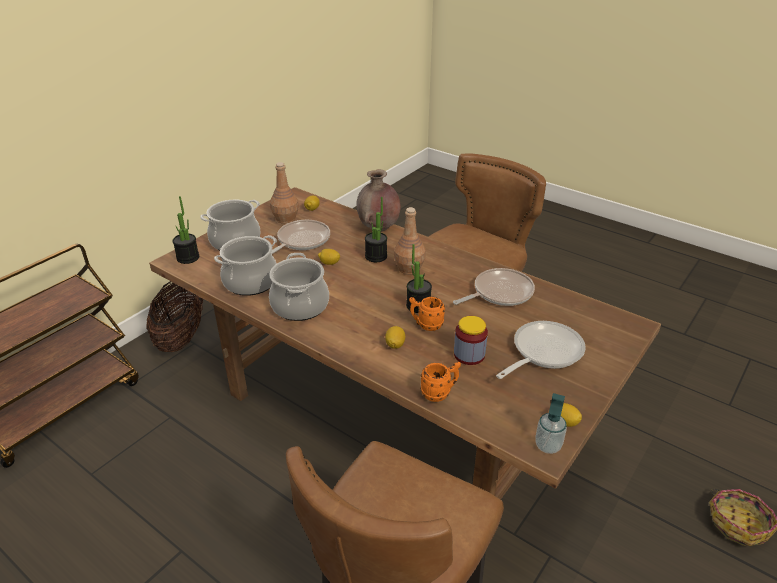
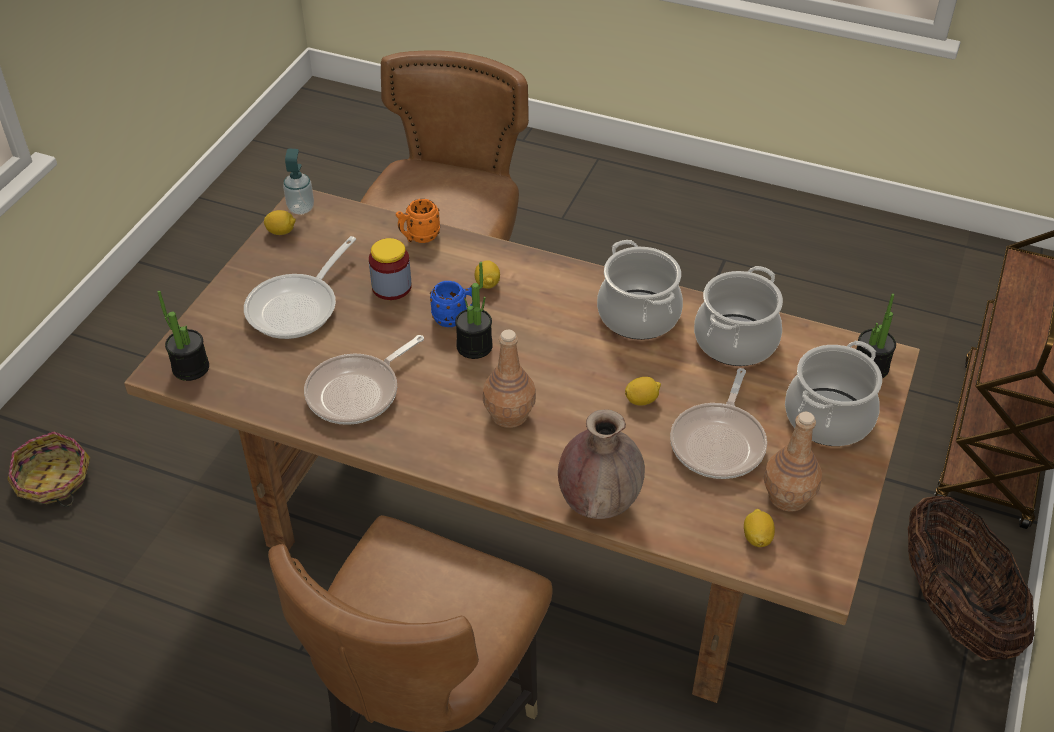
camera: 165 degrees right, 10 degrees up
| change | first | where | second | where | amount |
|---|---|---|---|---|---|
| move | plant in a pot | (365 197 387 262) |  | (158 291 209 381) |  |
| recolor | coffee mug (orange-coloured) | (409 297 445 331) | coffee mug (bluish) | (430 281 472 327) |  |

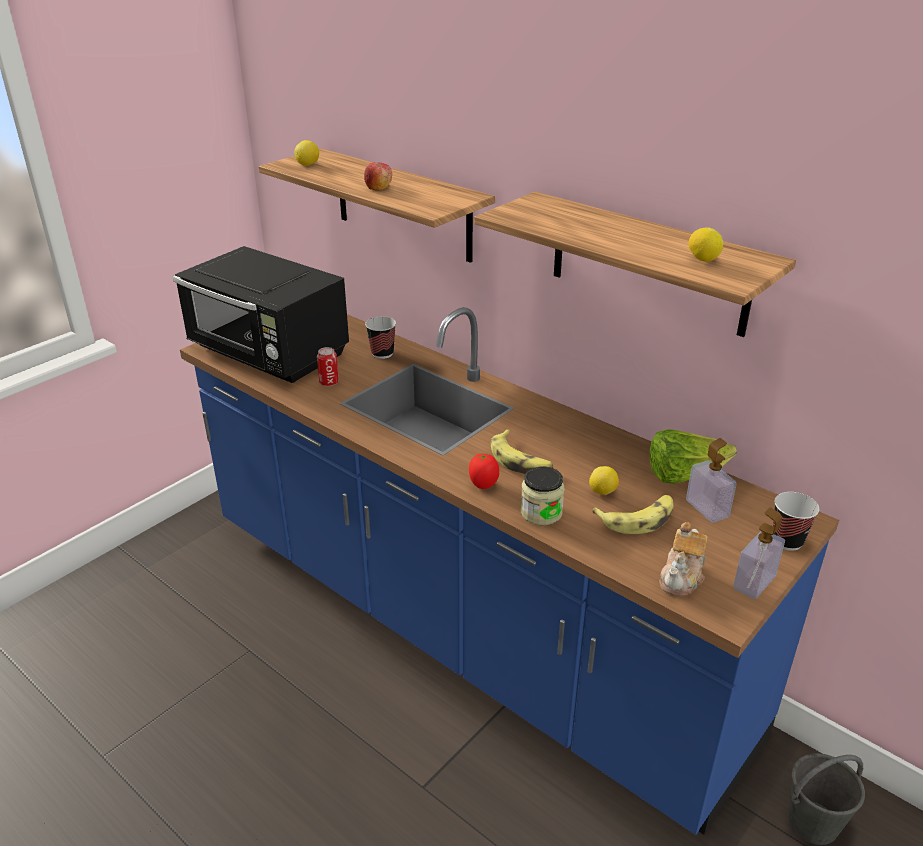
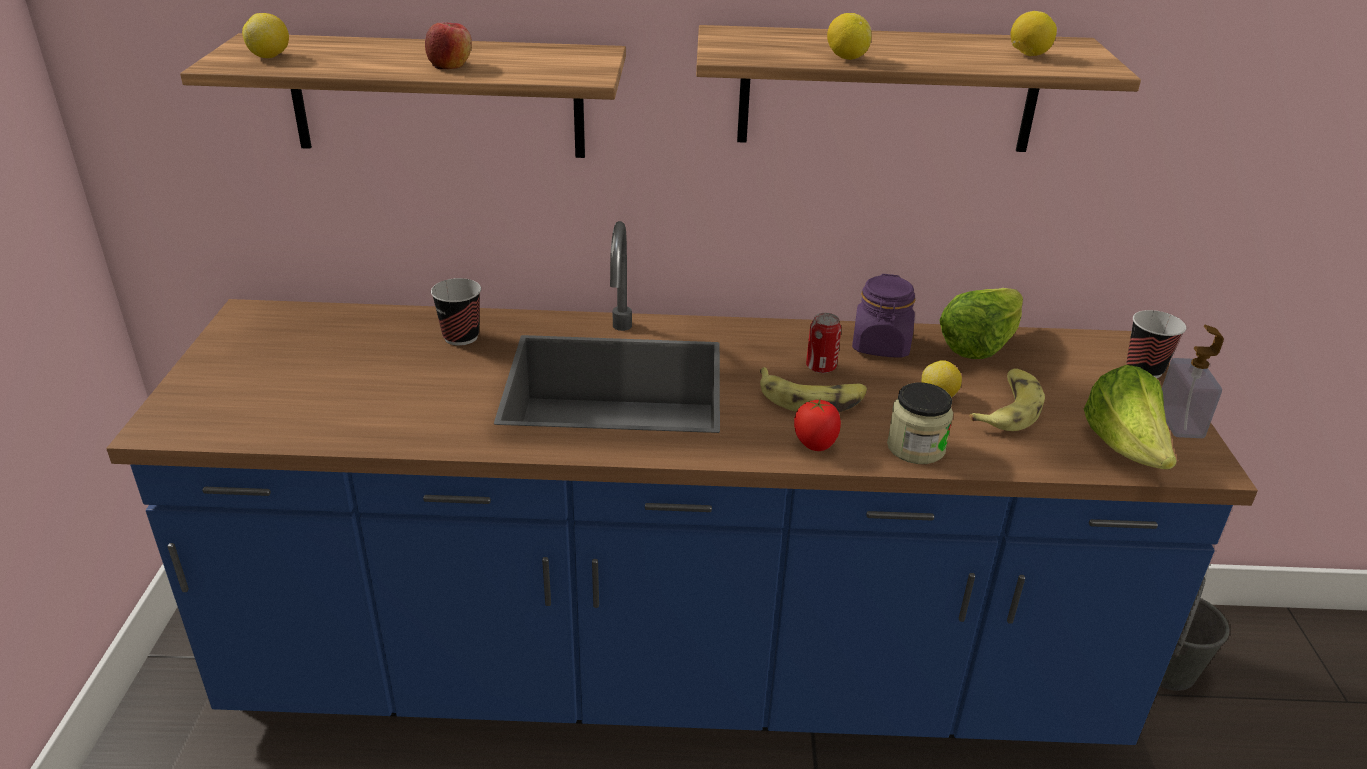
camera: 40 degrees left, 0 degrees up
| change | first | where | second | where | amount |
|---|---|---|---|---|---|
| delete | microwave (blackish) | (173 246 349 383) |  |  |  |
| delete | liquid soap bottle | (686 438 737 523) |  |  |  |
| insert |  |  | citrus fruit | (827 13 871 60) |  |
| insert |  |  | jar (purple) | (852 274 915 358) |  |
| move | sealed can | (317 347 339 386) |  | (806 313 841 373) |  |
| replace | pot for tea | (659 522 708 597) | lettuce head | (1084 365 1177 469) |  |

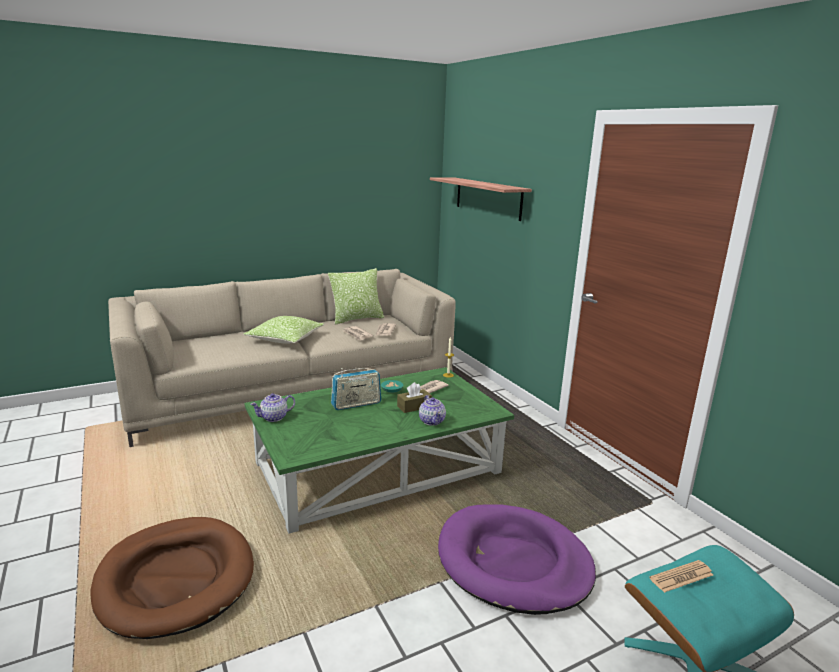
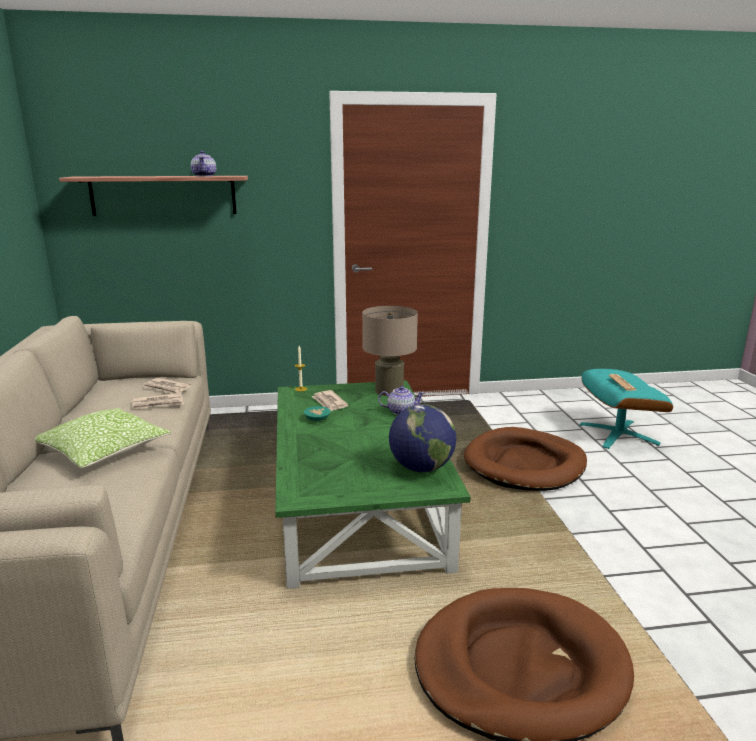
camera: 70 degrees left, 0 degrees up
| change | first | where | second | where | amount |
|---|---|---|---|---|---|
| delete | pillow | (328 268 384 325) |  |  |  |
| delete | radio | (331 368 381 410) |  |  |  |
| delete | tissue holder (brown) | (397 382 432 413) |  |  |  |
| insert |  |  | lamp for a table (beige-coloured) | (362 306 418 396) |  |
| insert |  |  | globe | (389 404 456 472) |  |
| move | pot for tea | (250 393 295 422) |  | (191 151 216 177) |  |
| recolor | pet bed (purple) | (438 504 596 615) | pet bed (brown) | (464 427 587 491) |  |

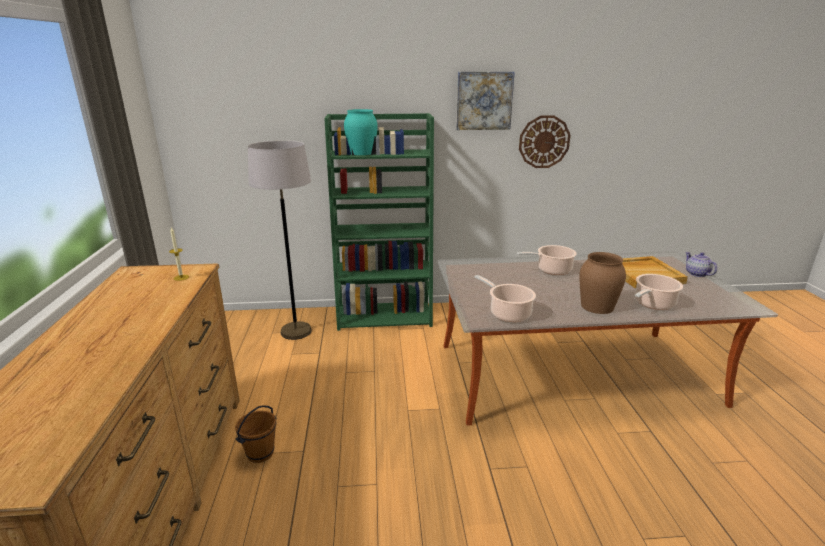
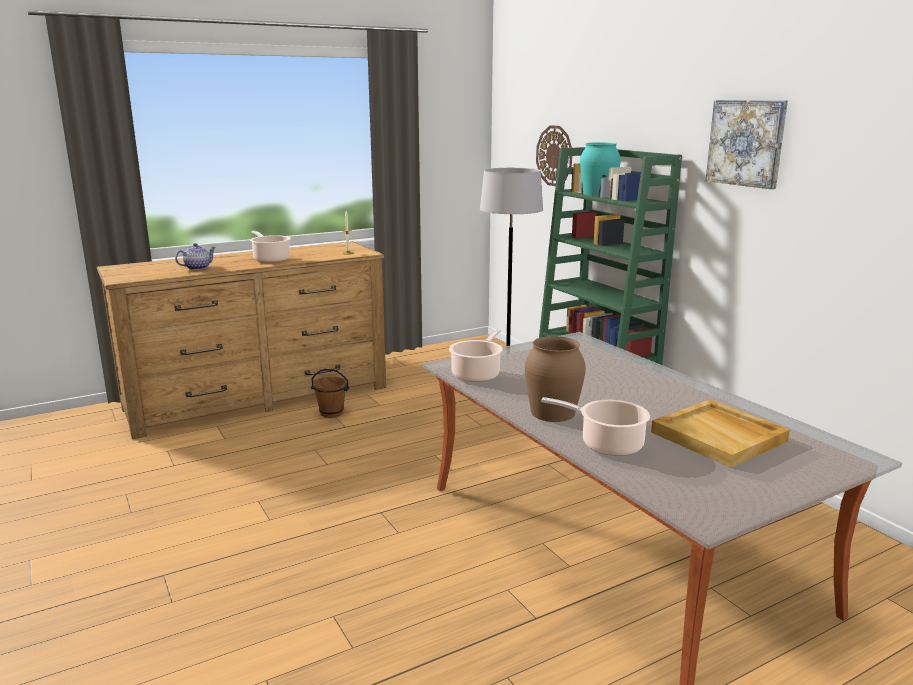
camera: 65 degrees right, 5 degrees down
| change | first | where | second | where | amount |
|---|---|---|---|---|---|
| move | saucepot | (517 245 577 275) |  | (250 231 291 263) |  |
| move | clock on the wall | (519 115 571 168) |  | (536 125 572 186) |  |
| move | pot for tea | (685 252 717 277) |  | (175 243 216 270) |  |

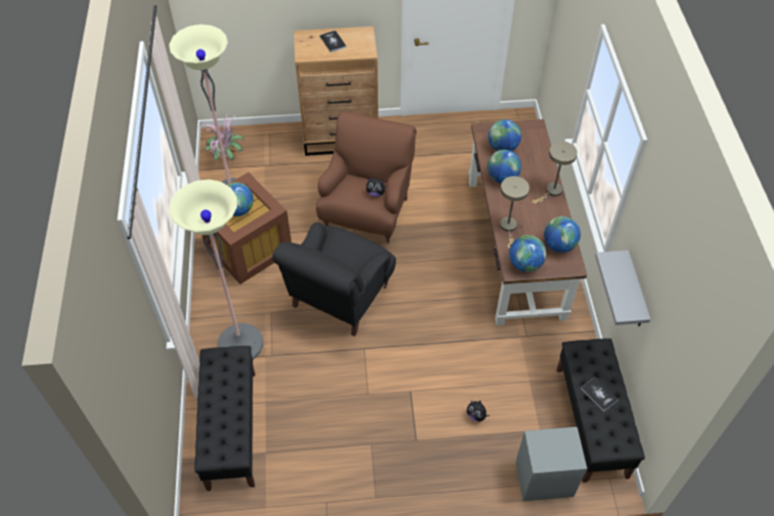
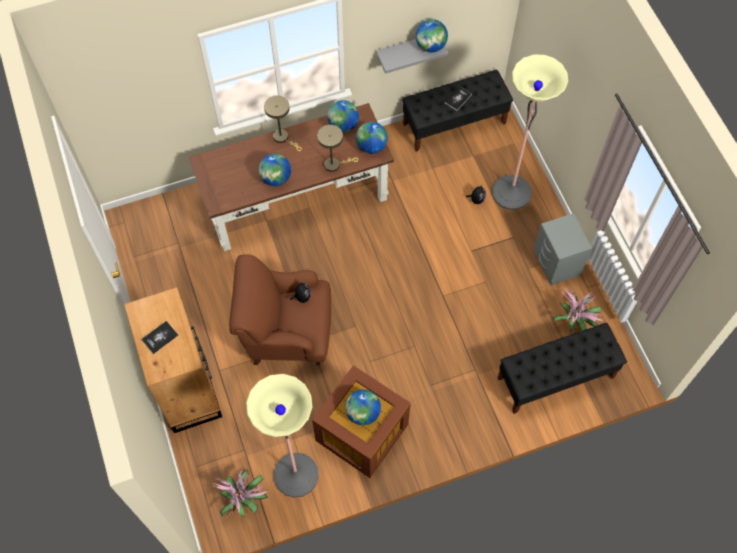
camera: 105 degrees left, 10 degrees up
| change | first | where | second | where | amount |
|---|---|---|---|---|---|
| delete | armchair (blackish) | (272 222 396 336) |  |  |  |
| insert |  |  | plant in a pot | (553 288 603 334) |  |
| move | standing lamp | (169 179 263 359) |  | (492 55 568 210) |  |
| move | globe | (488 120 521 151) |  | (416 19 448 53) |  |
| move | night table (gray) | (516 427 587 501) |  | (534 213 592 285) |  |

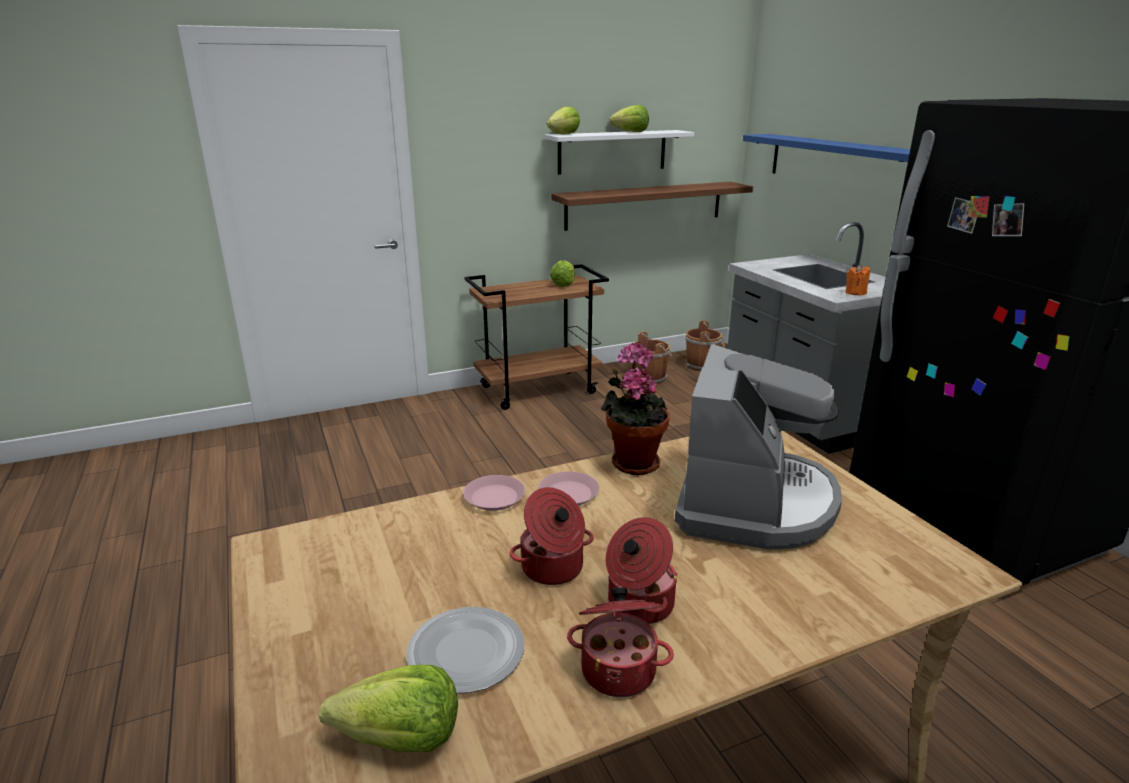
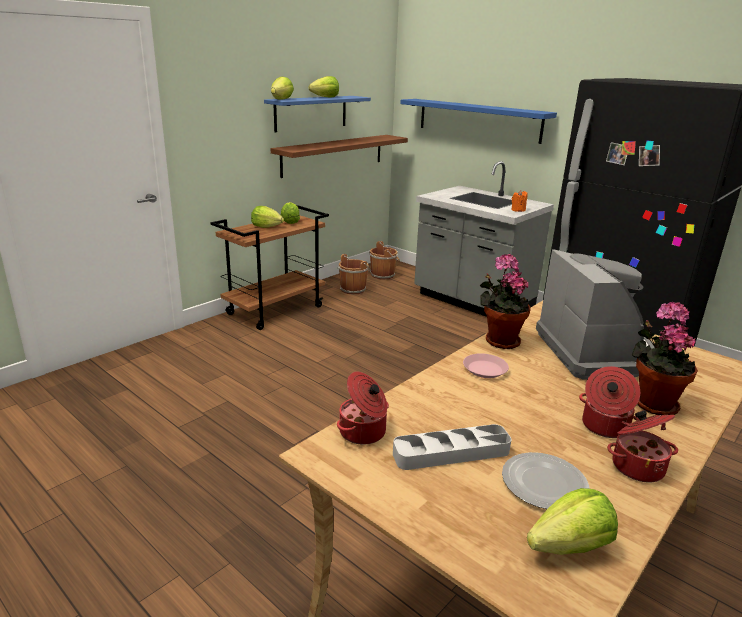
camera: 25 degrees left, 0 degrees up
| change | first | where | second | where | amount |
|---|---|---|---|---|---|
| delete | plate (pink-coloured) | (463 475 525 511) |  |  |  |
| insert |  |  | lettuce head | (251 206 284 228) |  |
| insert |  |  | carrying tray (gray) | (393 424 511 470) |  |
| insert |  |  | plant in a pot | (632 302 698 415) |  |
| move | saucepot | (510 487 594 585) |  | (337 372 389 445) |  |
| recolor | wall shelf (white-coloured) | (544 130 695 175) | wall shelf (bluish) | (264 96 371 132) |  |

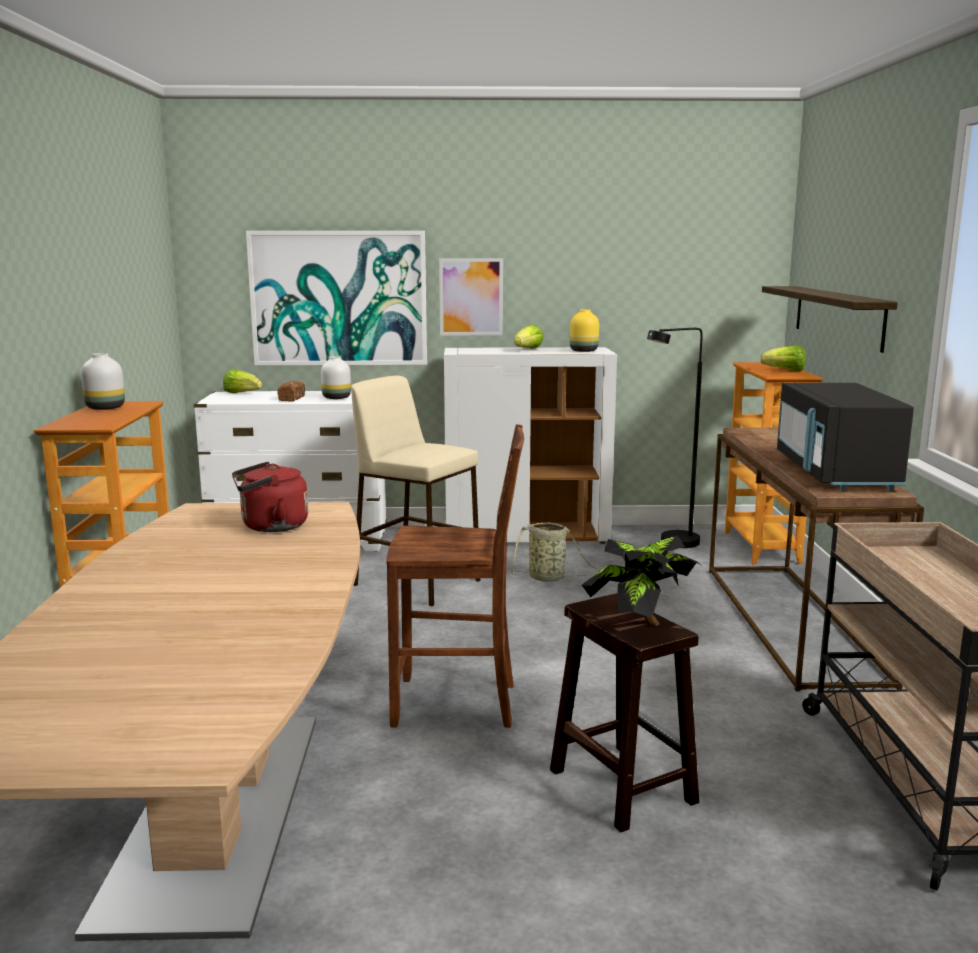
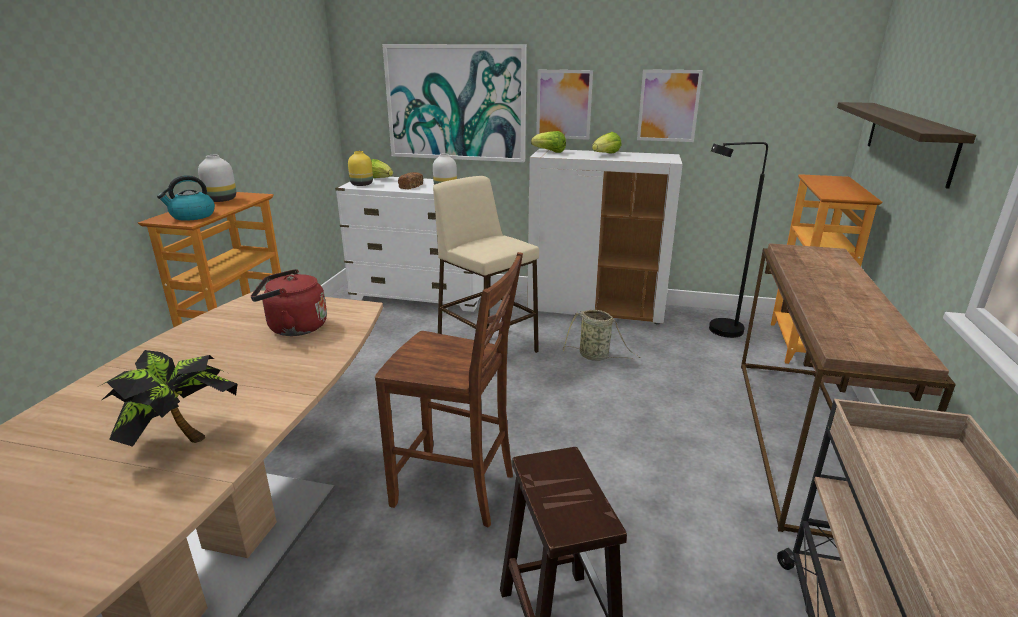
camera: 15 degrees right, 10 degrees up
| change | first | where | second | where | amount |
|---|---|---|---|---|---|
| delete | microwave (blackish) | (777 383 914 491) |  |  |  |
| insert |  |  | water kettle | (157 175 215 221) |  |
| insert |  |  | picture | (637 69 703 142) |  |
| move | vase (yellowish) | (570 309 599 352) |  | (348 151 373 186) |  |
| move | plant in a pot | (582 535 701 626) |  | (102 350 237 447) |  |
| move | lettuce head | (760 345 806 371) |  | (531 131 566 153) |  |

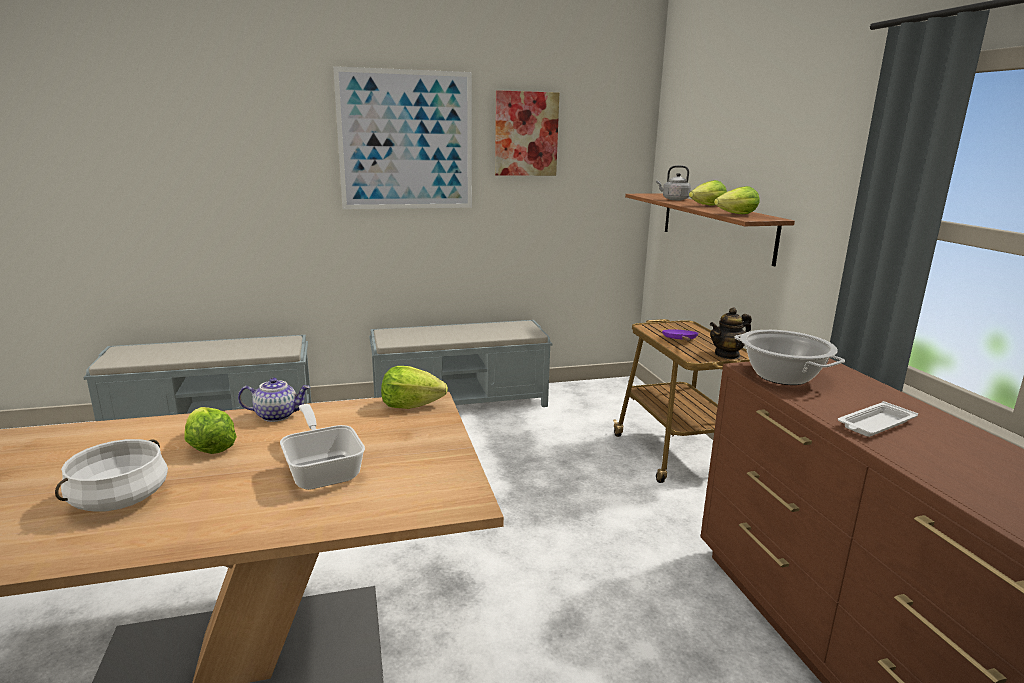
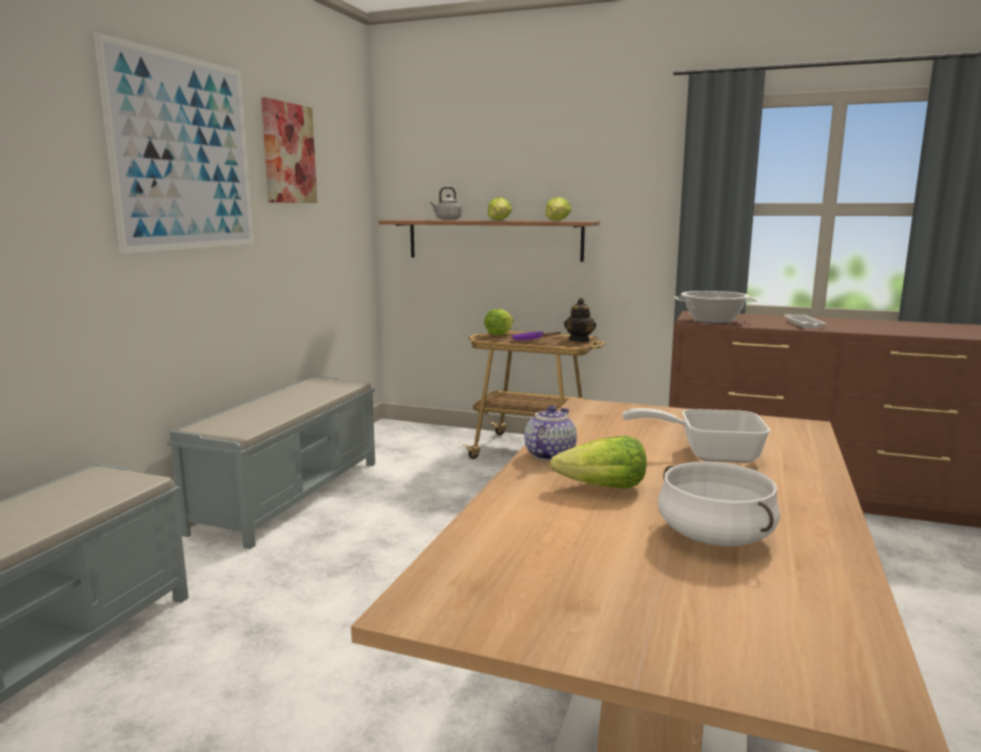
camera: 55 degrees left, 5 degrees down
| change | first | where | second | where | amount |
|---|---|---|---|---|---|
| move | lettuce head | (381 366 448 409) |  | (484 309 514 335) |  |

